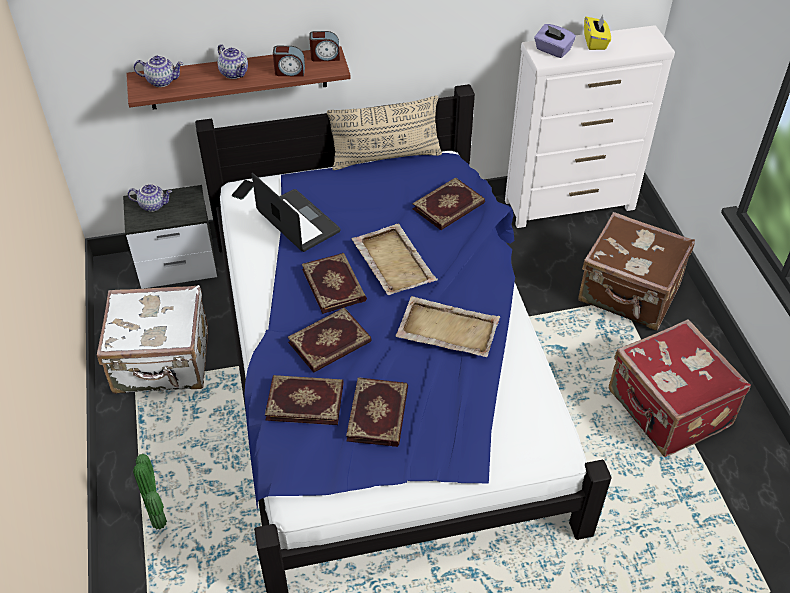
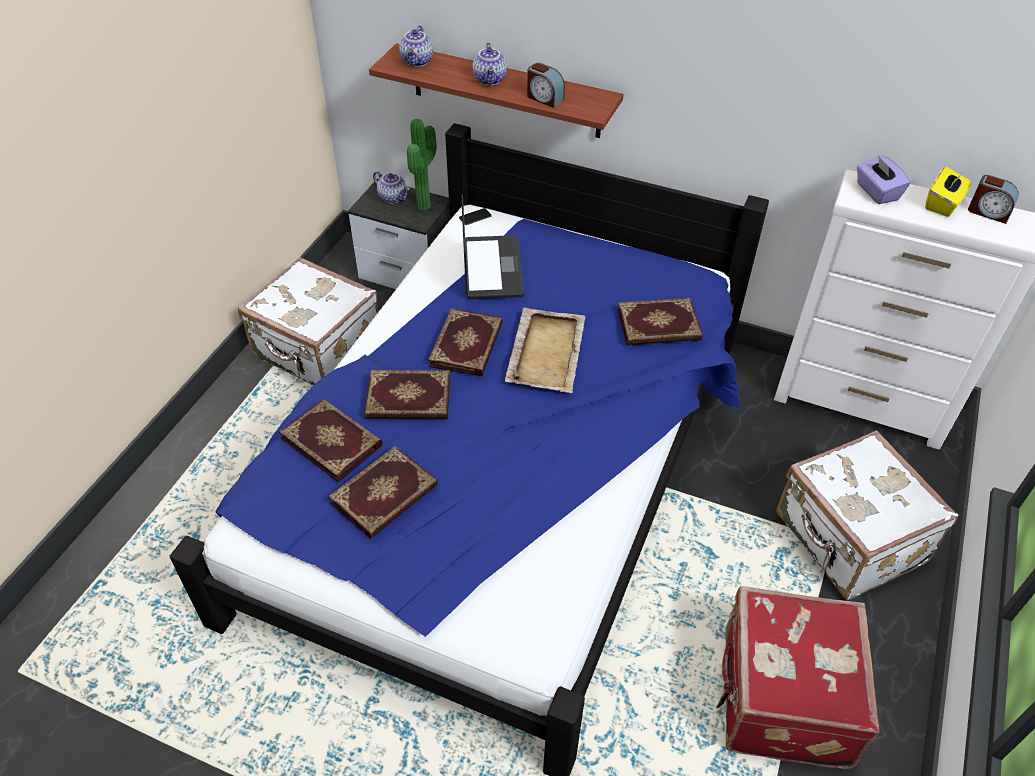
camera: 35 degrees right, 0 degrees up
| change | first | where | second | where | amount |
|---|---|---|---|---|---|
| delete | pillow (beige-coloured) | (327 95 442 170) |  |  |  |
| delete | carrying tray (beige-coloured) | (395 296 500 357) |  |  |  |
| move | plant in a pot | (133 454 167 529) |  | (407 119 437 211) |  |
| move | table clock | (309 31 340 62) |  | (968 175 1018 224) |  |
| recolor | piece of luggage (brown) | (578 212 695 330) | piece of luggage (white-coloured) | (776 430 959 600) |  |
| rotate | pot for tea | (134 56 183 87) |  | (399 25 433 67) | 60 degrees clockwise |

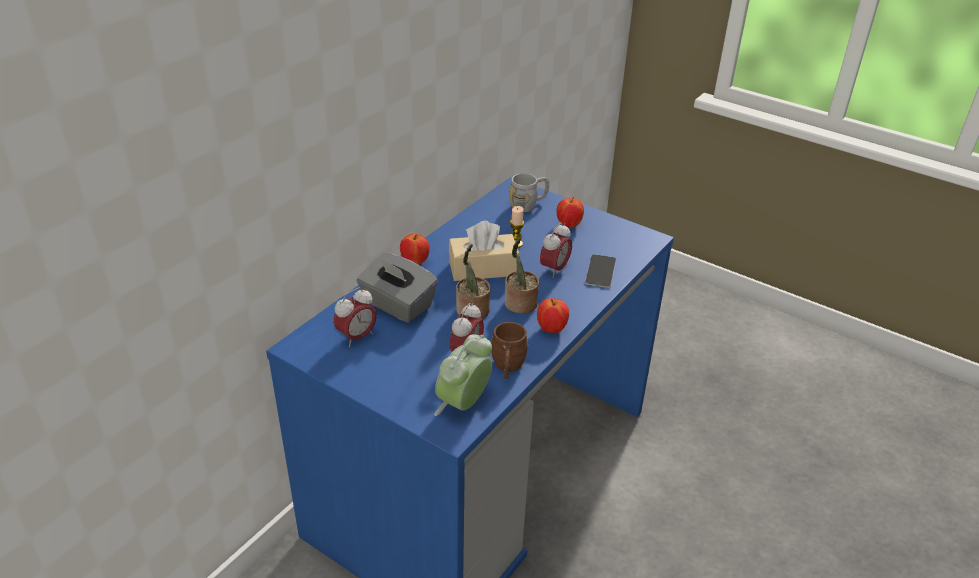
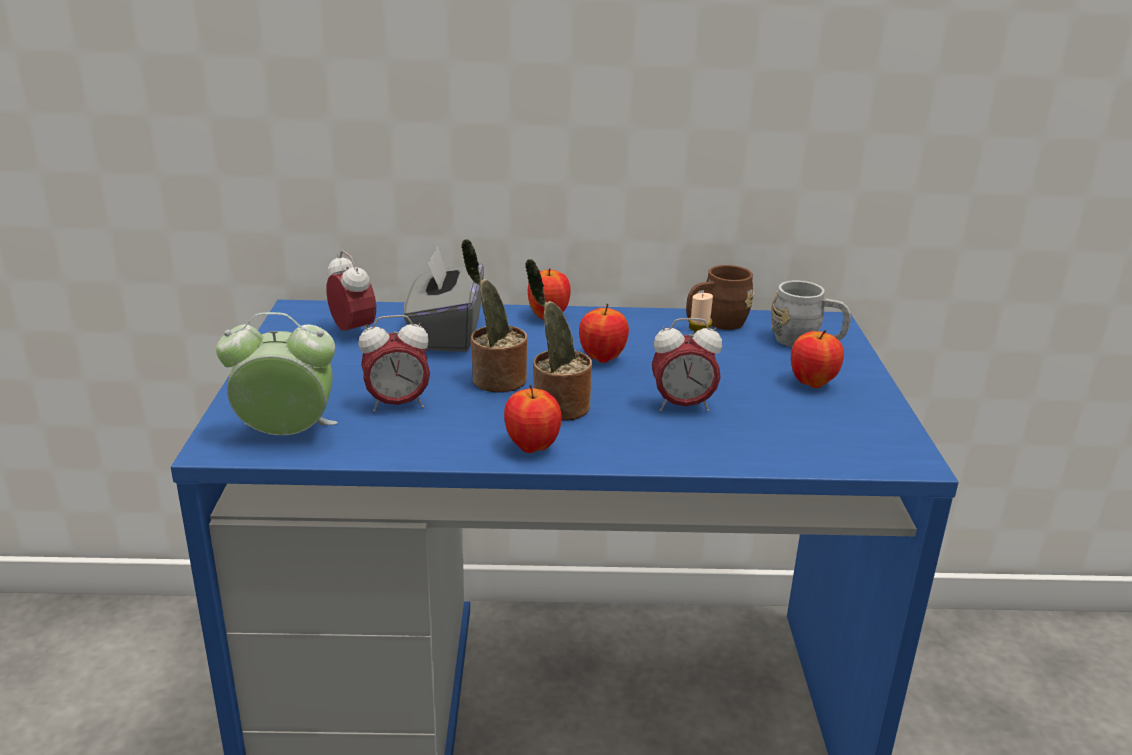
camera: 55 degrees right, 10 degrees down
| change | first | where | second | where | amount |
|---|---|---|---|---|---|
| delete | telephone | (585 254 616 288) |  |  |  |
| move | coffee mug (brown) | (491 322 528 379) |  | (686 265 754 330) |  |
| replace | tissue holder (beige-coloured) | (449 220 519 281) | apple | (579 304 629 363) |  |
| rotate | table clock | (334 287 377 347) |  | (327 251 376 331) | 135 degrees counterclockwise |

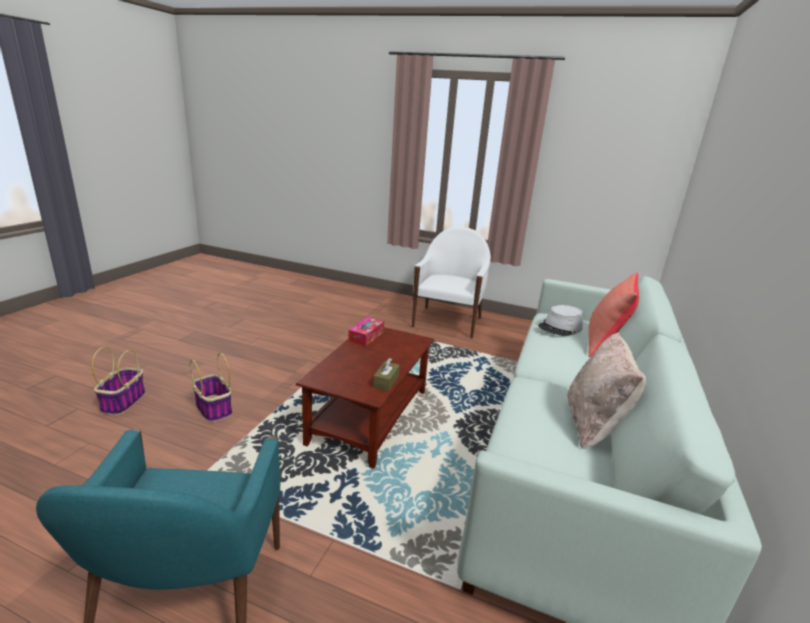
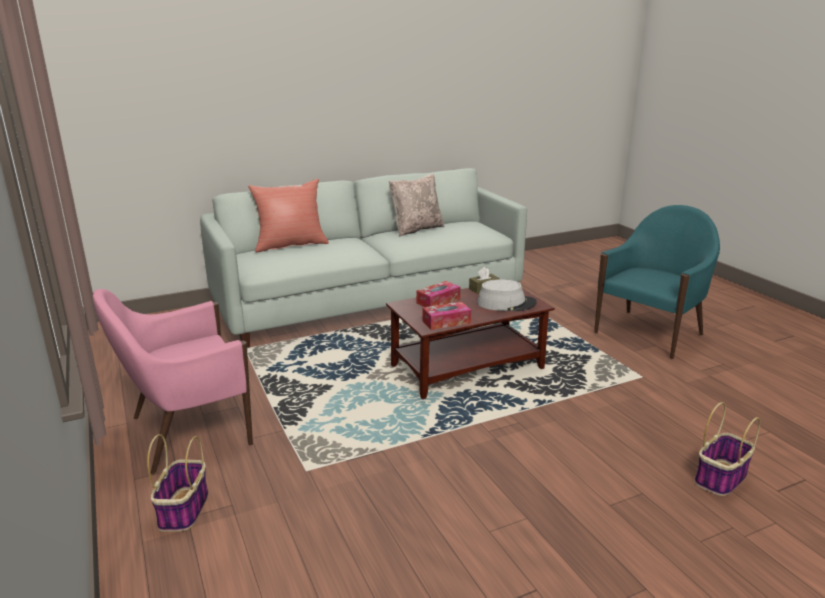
camera: 135 degrees left, 0 degrees up
| change | first | where | second | where | amount |
|---|---|---|---|---|---|
| insert |  |  | tissue holder | (416 281 460 307) |  |
| move | basket | (190 353 232 422) |  | (147 434 208 532) |  |
| move | clothing hat (gray) | (538 305 583 336) |  | (477 279 537 311) |  |
| recolor | armchair (white-coloured) | (412 227 491 339) | armchair (pink-coloured) | (93 289 253 474) |  |

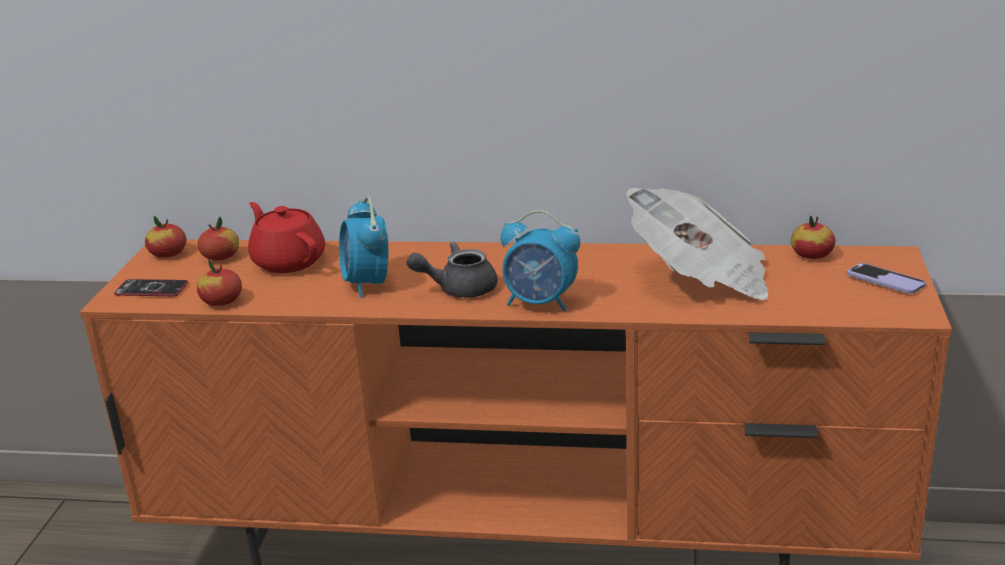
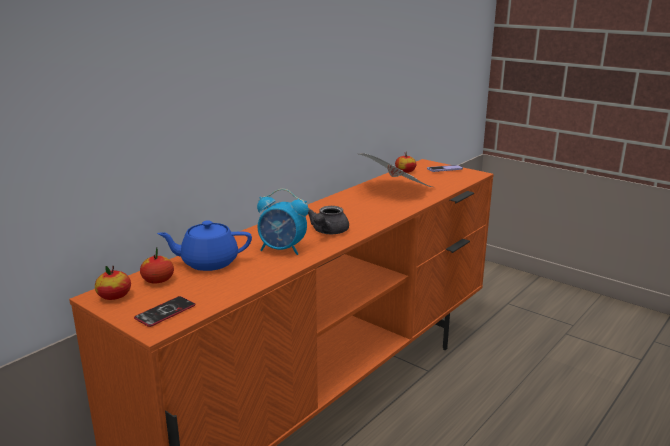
camera: 60 degrees left, 5 degrees down
| change | first | where | second | where | amount |
|---|---|---|---|---|---|
| delete | apple | (197 259 242 306) |  |  |  |
| delete | table clock | (501 210 580 312) |  |  |  |
| recolor | pot for tea (red) | (248 202 325 273) | pot for tea (bluish) | (157 220 252 271) |  |

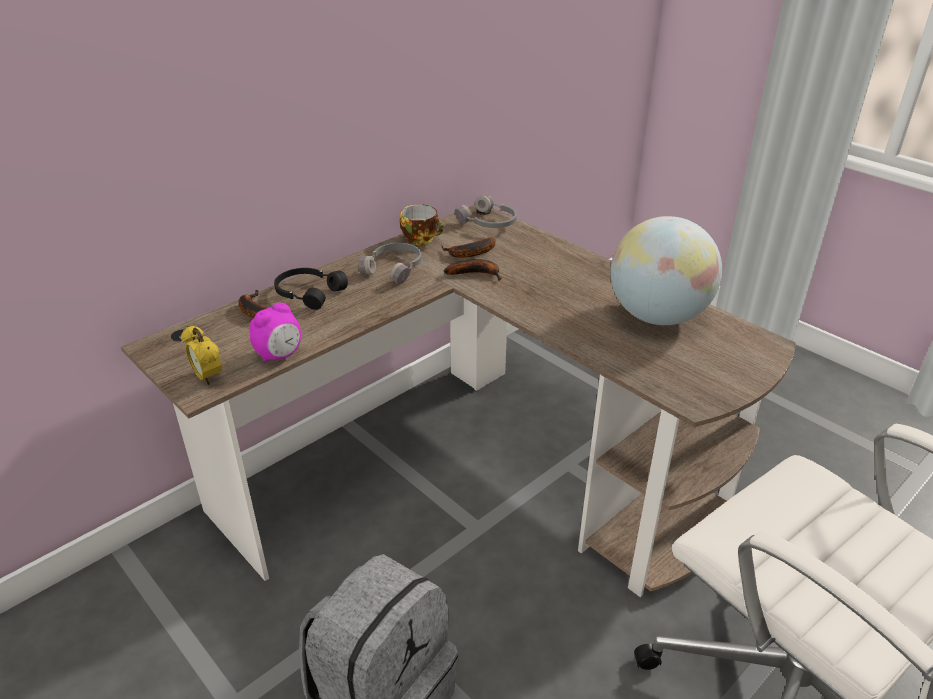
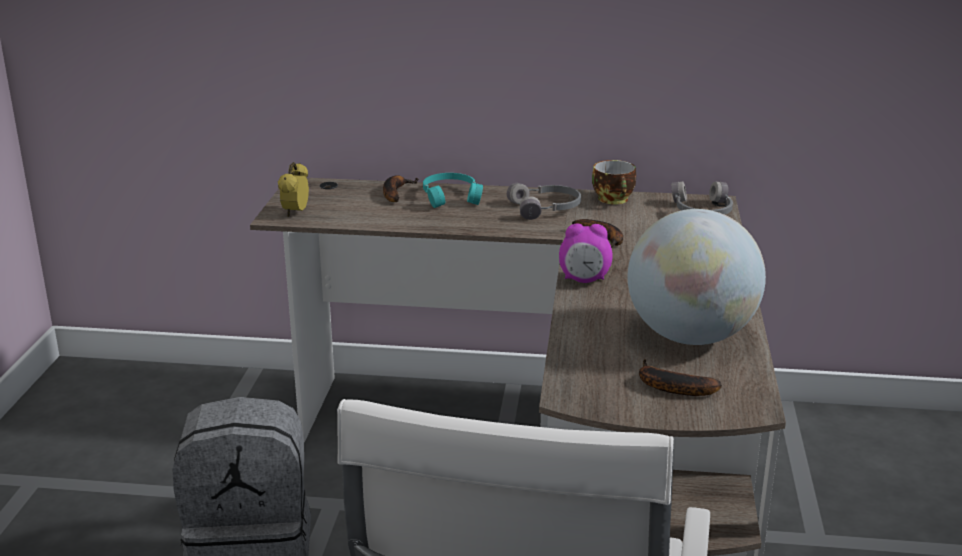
camera: 50 degrees right, 10 degrees down
| change | first | where | second | where | amount |
|---|---|---|---|---|---|
| move | table clock | (250 303 301 363) |  | (559 224 613 283) |  |
| move | banana fruit | (441 237 496 258) |  | (639 359 722 396) |  |
| recolor | pair of headphones (blackish) | (274 268 348 310) | pair of headphones (turquoise) | (423 173 483 208) |  |

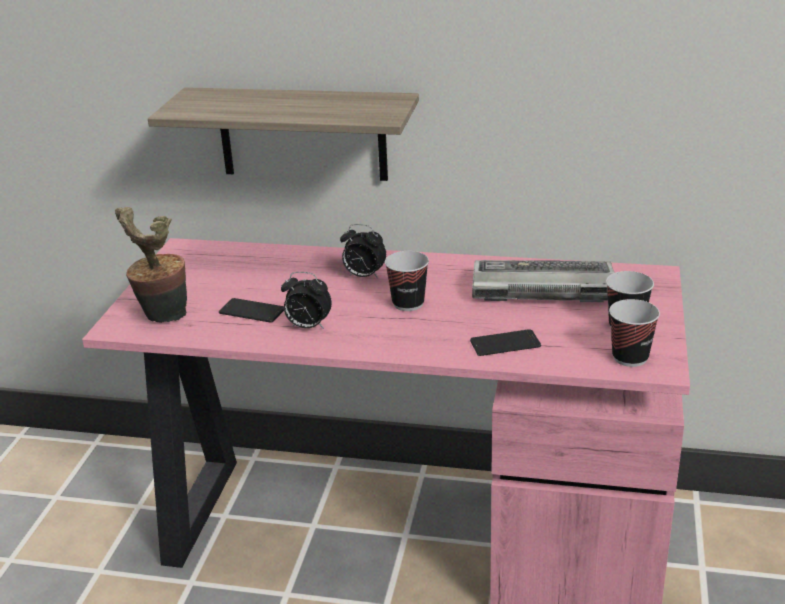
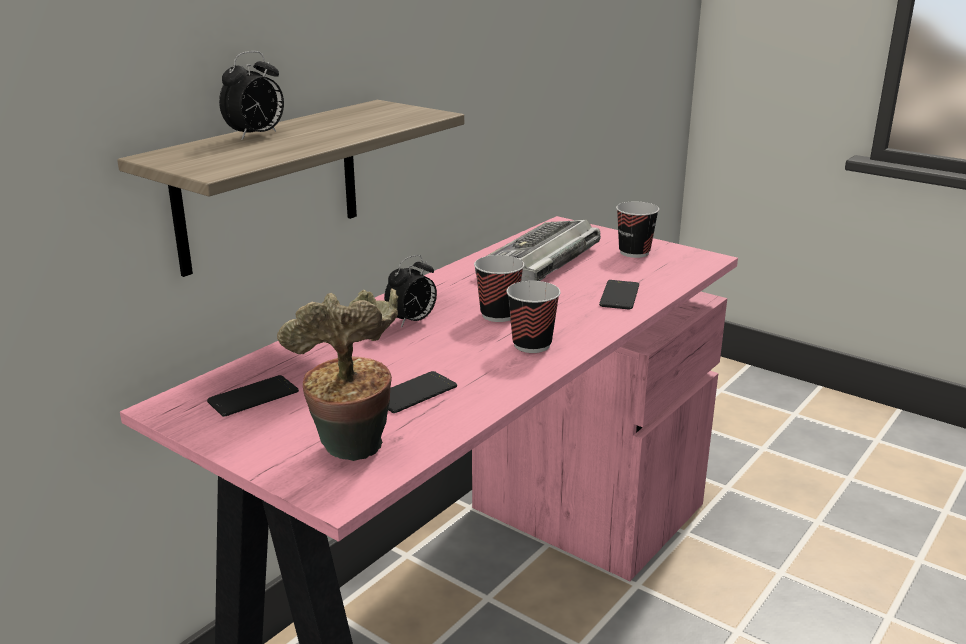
camera: 65 degrees left, 5 degrees down
| change | first | where | second | where | amount |
|---|---|---|---|---|---|
| insert |  |  | telephone | (207 375 299 417) |  |
| move | table clock | (281 272 332 329) |  | (219 51 284 140) |  |
| move | cup | (609 299 660 367) |  | (506 281 560 353) |  |

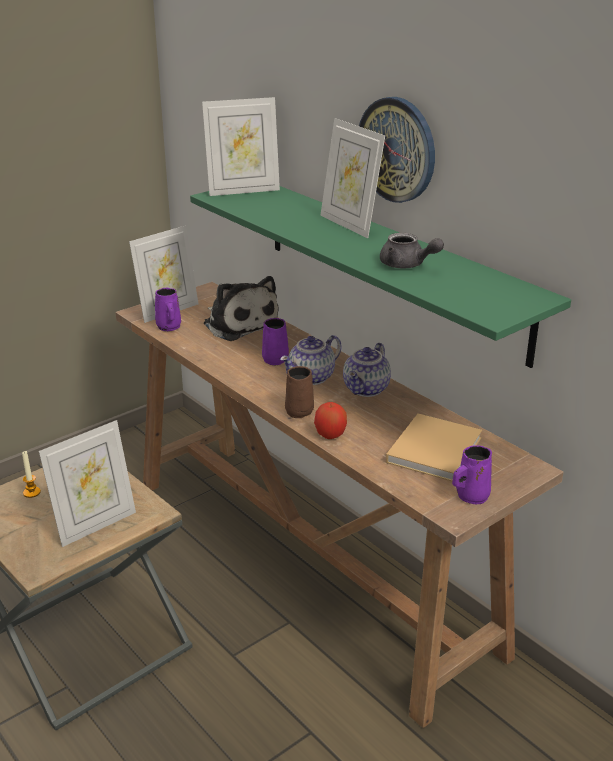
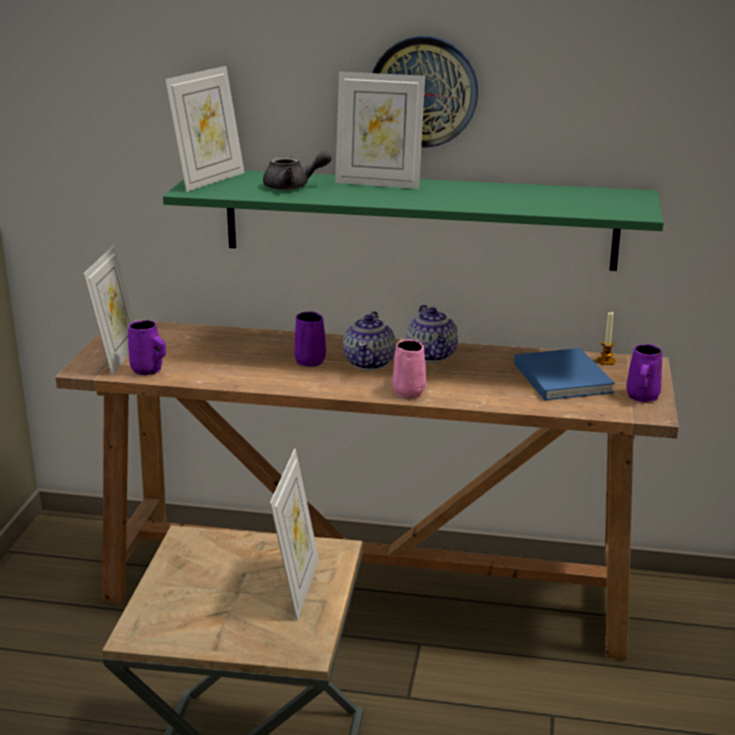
camera: 40 degrees left, 5 degrees down
| change | first | where | second | where | amount |
|---|---|---|---|---|---|
| delete | cuddly toy | (204 276 279 341) |  |  |  |
| delete | apple | (314 402 347 439) |  |  |  |
| move | candle | (22 451 41 498) |  | (597 312 615 365) |  |
| move | pot for tea (gray) | (380 233 444 269) |  | (263 151 331 190) |  |
| recolor | coffee mug (brown) | (285 366 314 418) | coffee mug (pink-coloured) | (392 339 426 398) |  |
| recolor | volume (beige-coloured) | (386 413 482 481) | volume (bluish) | (514 348 615 400) |  |

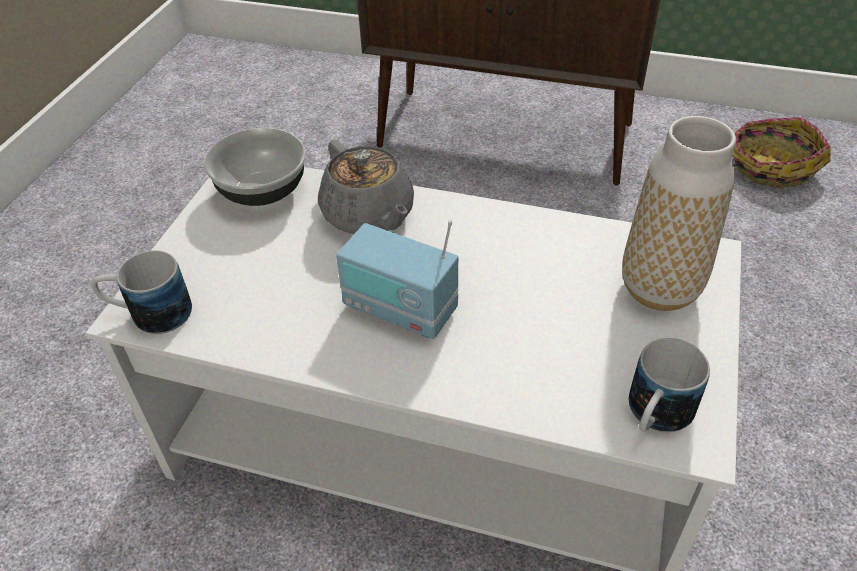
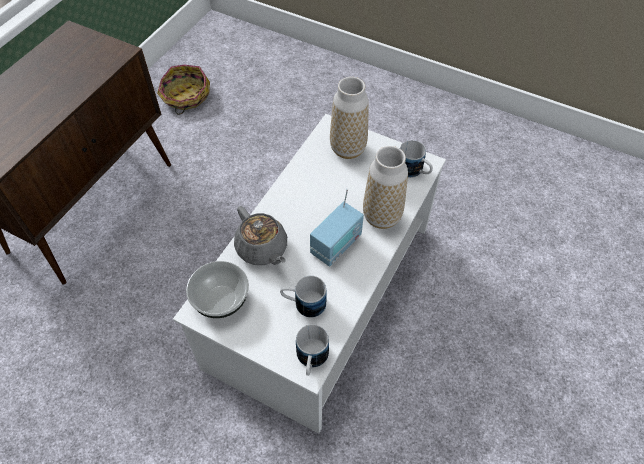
camera: 80 degrees left, 10 degrees up
| change | first | where | second | where | amount |
|---|---|---|---|---|---|
| insert |  |  | coffee mug | (280 276 326 317) |  |
| insert |  |  | vase | (363 146 408 229) |  |
| rotate | pot for tea (gray) | (318 140 414 234) |  | (234 206 287 265) | 75 degrees clockwise |

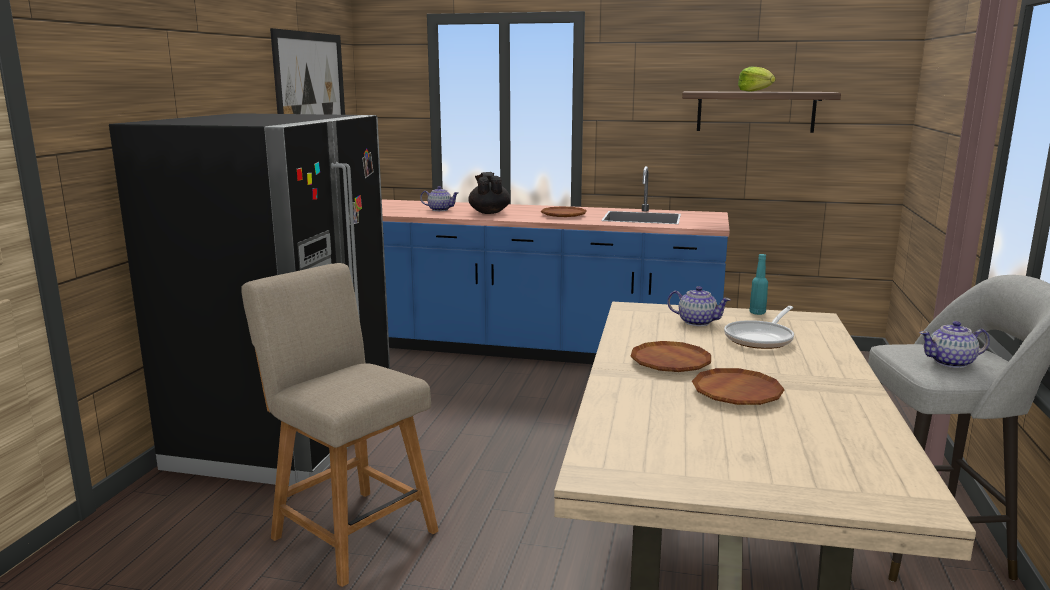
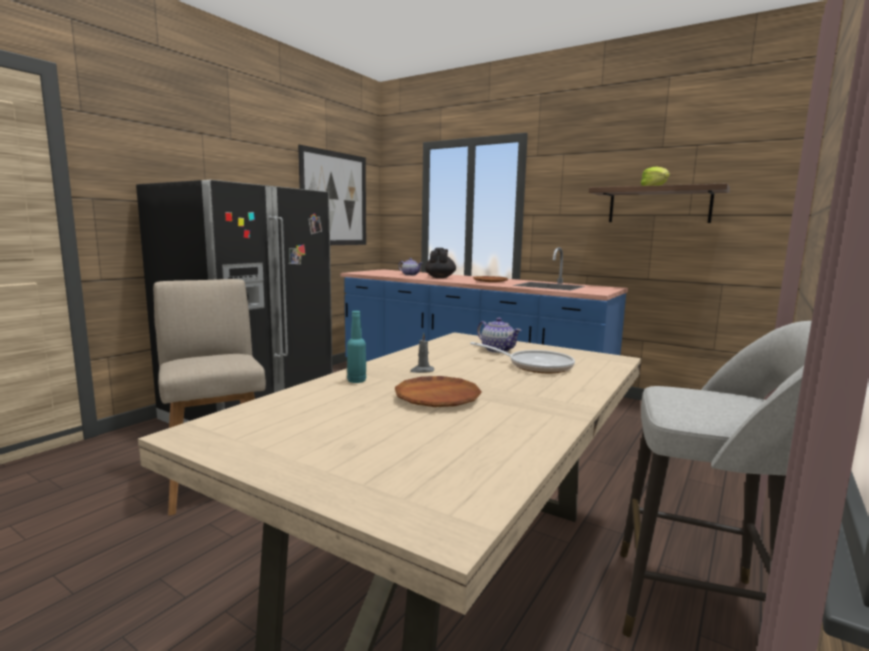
camera: 20 degrees right, 5 degrees down
| change | first | where | second | where | amount |
|---|---|---|---|---|---|
| delete | pot for tea | (920 321 990 368) |  |  |  |
| move | drink bottle (turquoise) | (749 254 768 315) |  | (347 311 366 383) |  |
| replace | plate (brown) | (631 341 711 372) | candle (gray) | (410 333 434 373) |  |
| rotate | frying pan | (724 306 794 349) |  | (470 342 575 373) | 120 degrees counterclockwise |

